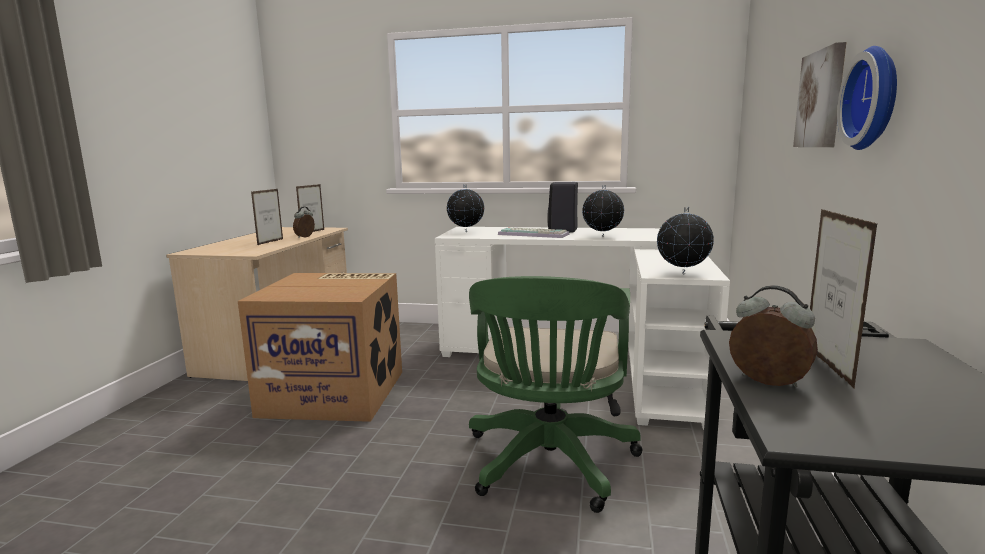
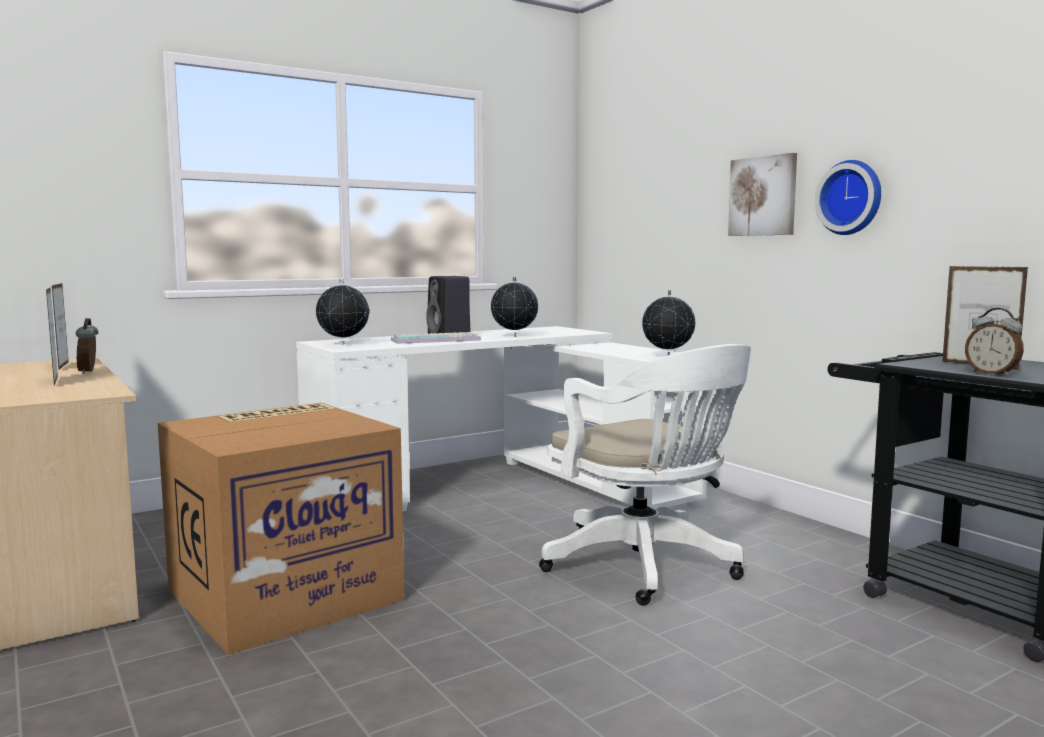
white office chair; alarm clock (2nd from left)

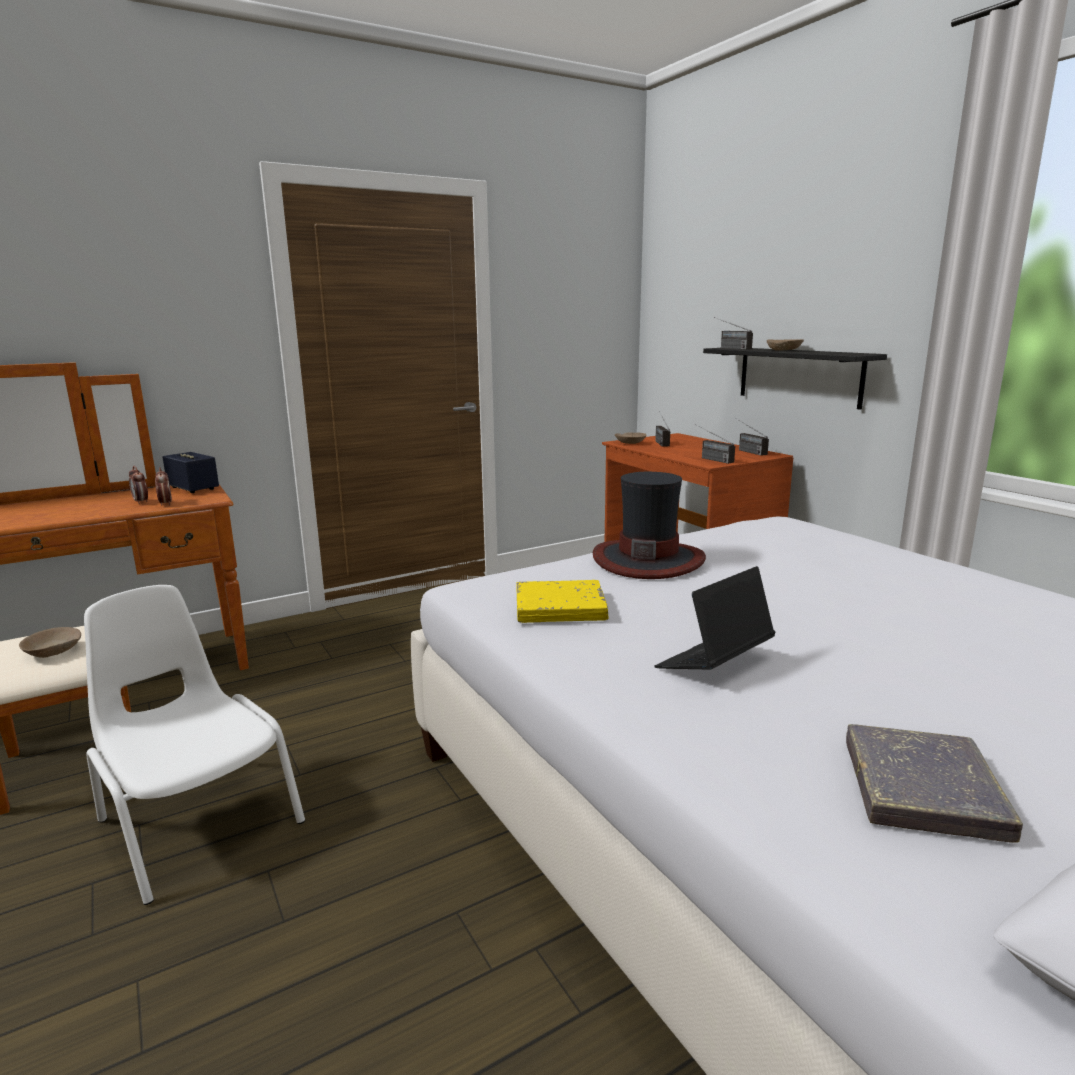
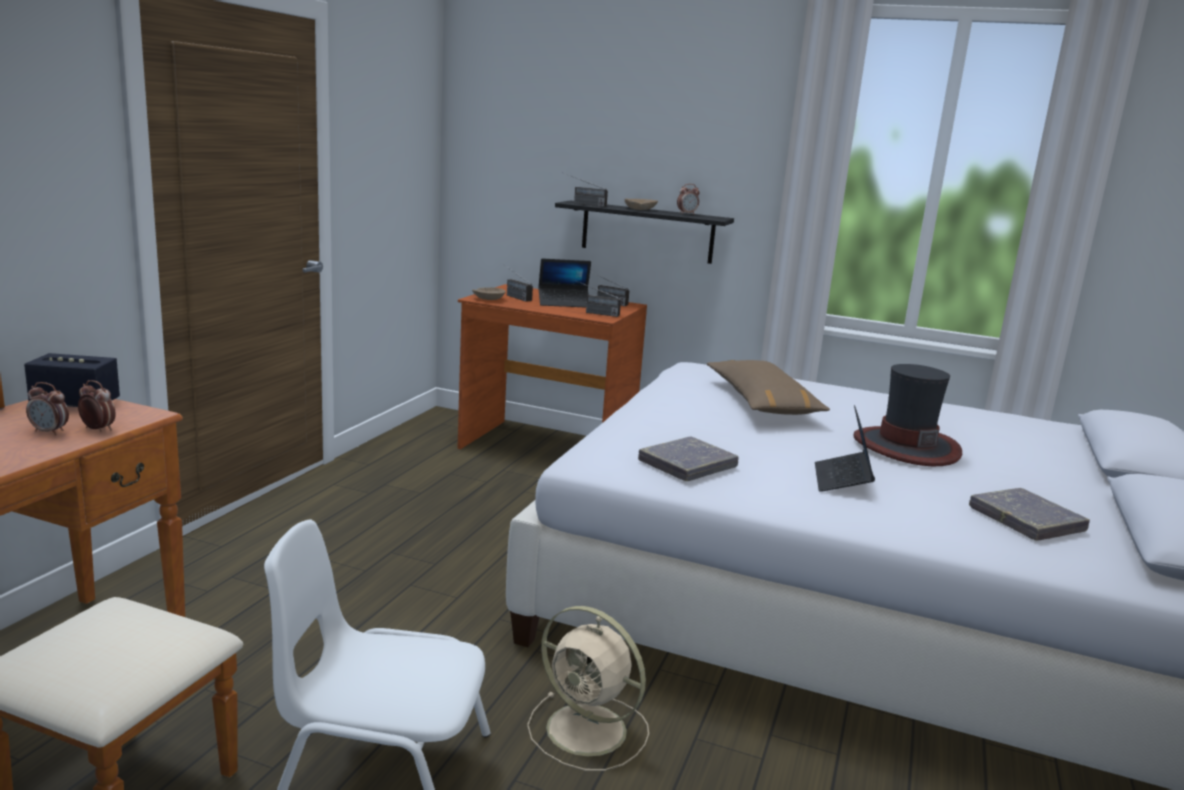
beige bowl (1st from left in the first image); beige fan; laptop (1st from left); alarm clock (3rd from left); brown pillow; hat; grey book (1st from left)

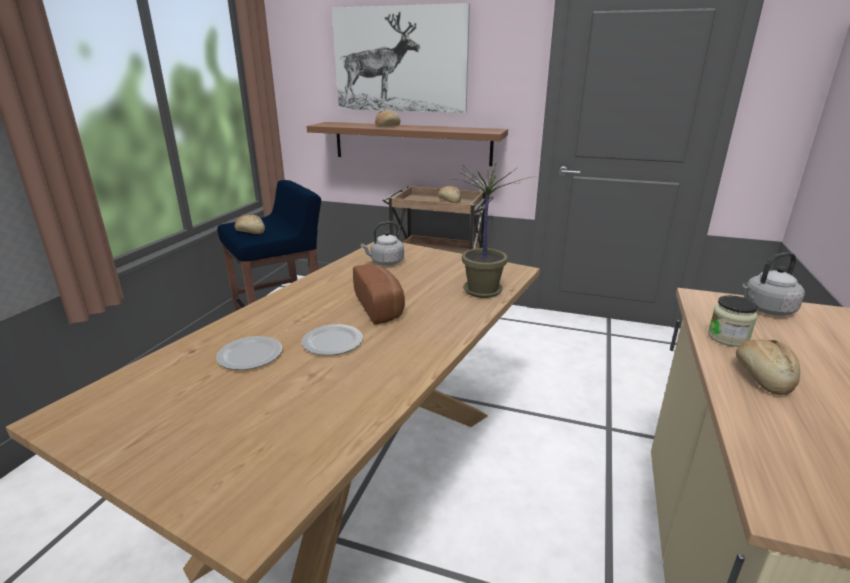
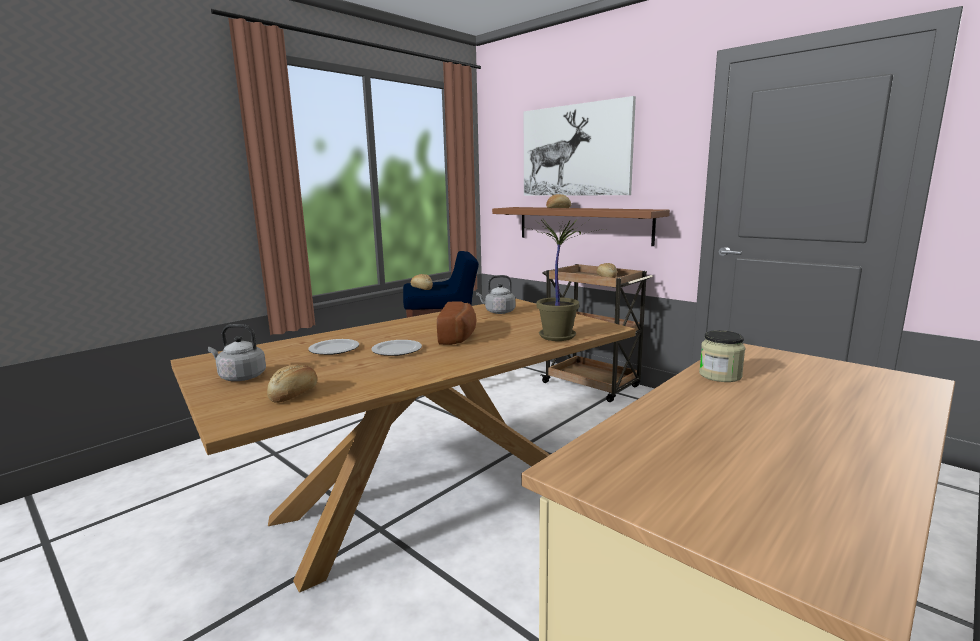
bread (1st from left); grey kettle (1st from left)

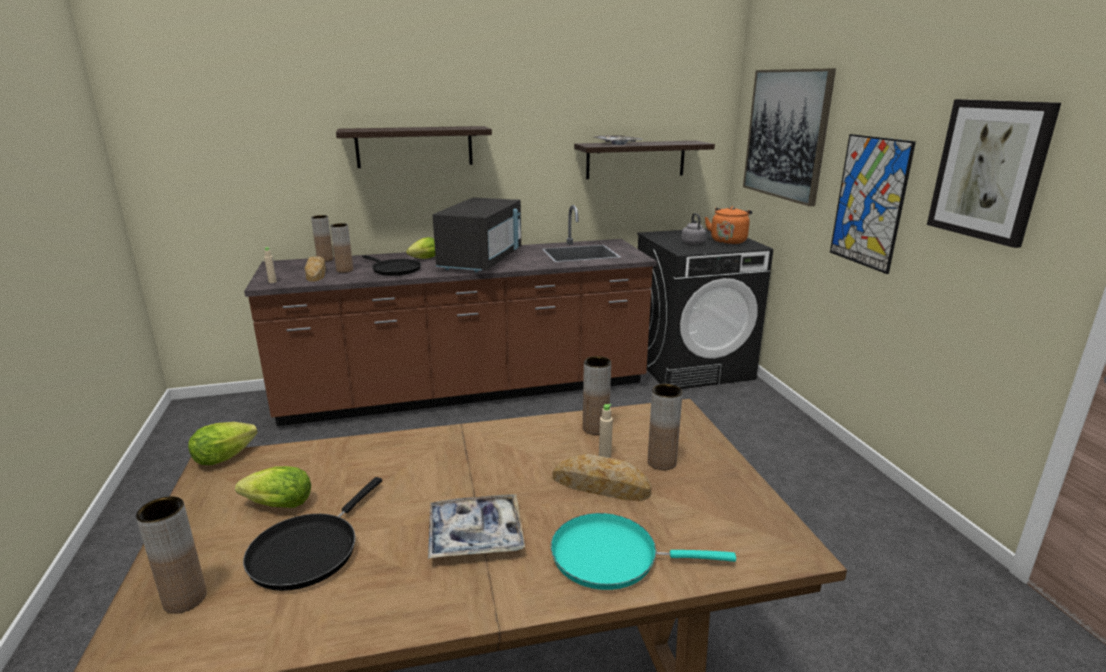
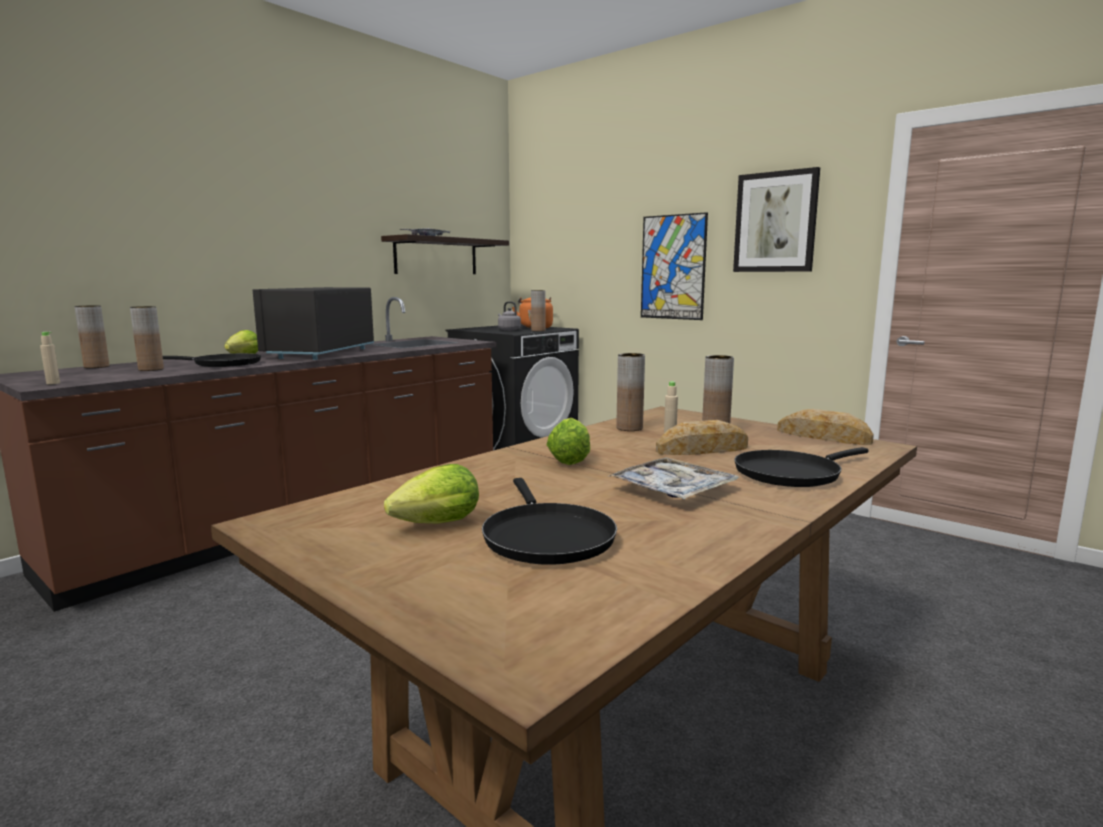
shelf (1st from left in the first image); picture (1st from left in the first image); brown vase (3rd from left); lettuce (3rd from left); bread (2nd from left); black frying pan (3rd from left); black microwave

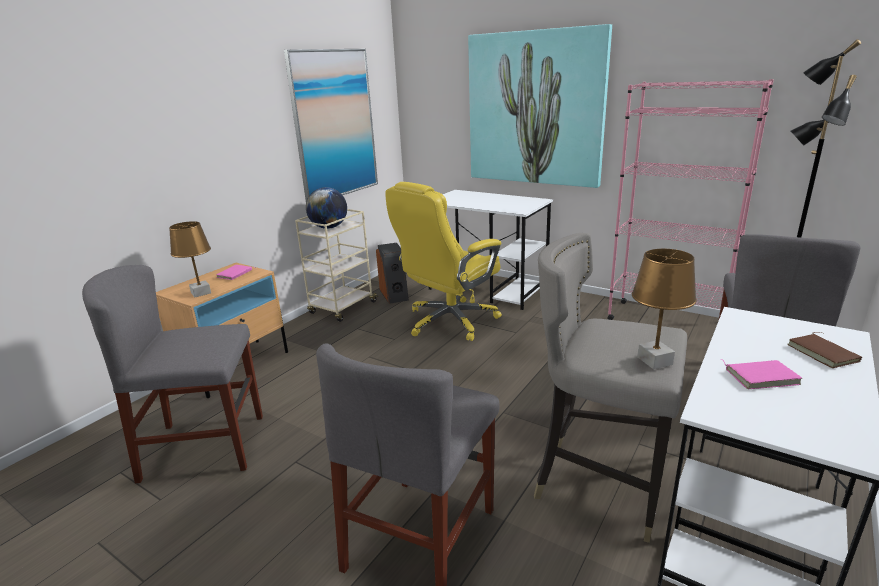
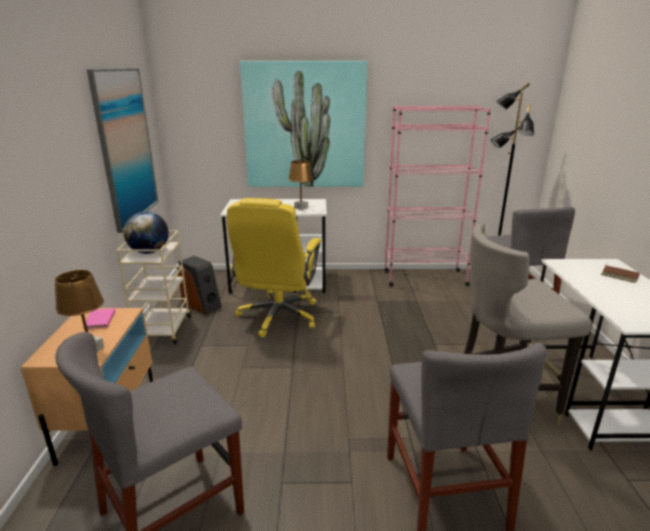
pink book (2nd from left in the first image); brown table lamp (2nd from left)

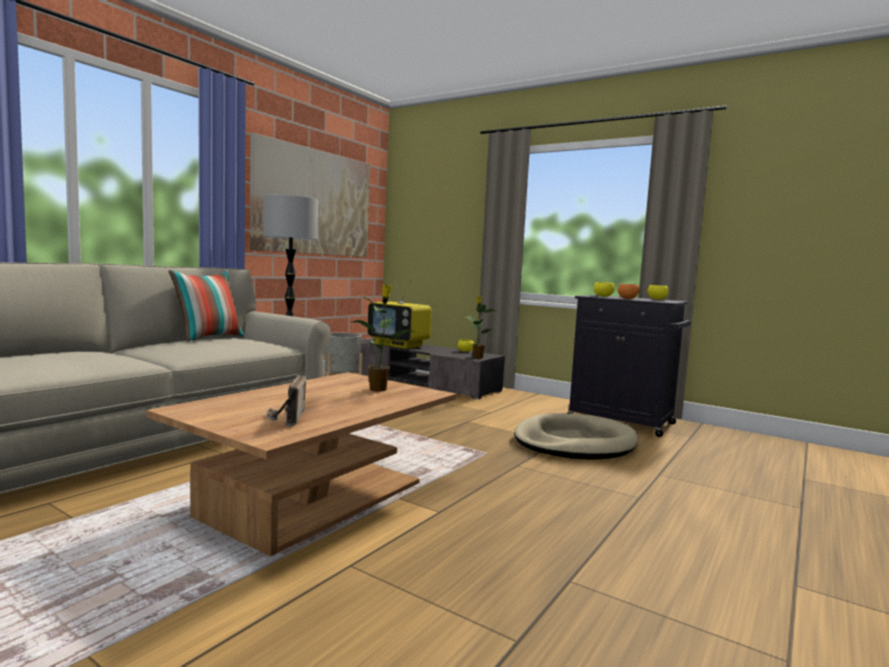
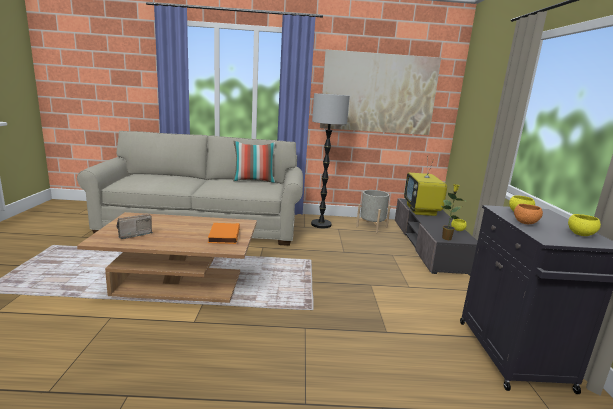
beige dog bed; orange book

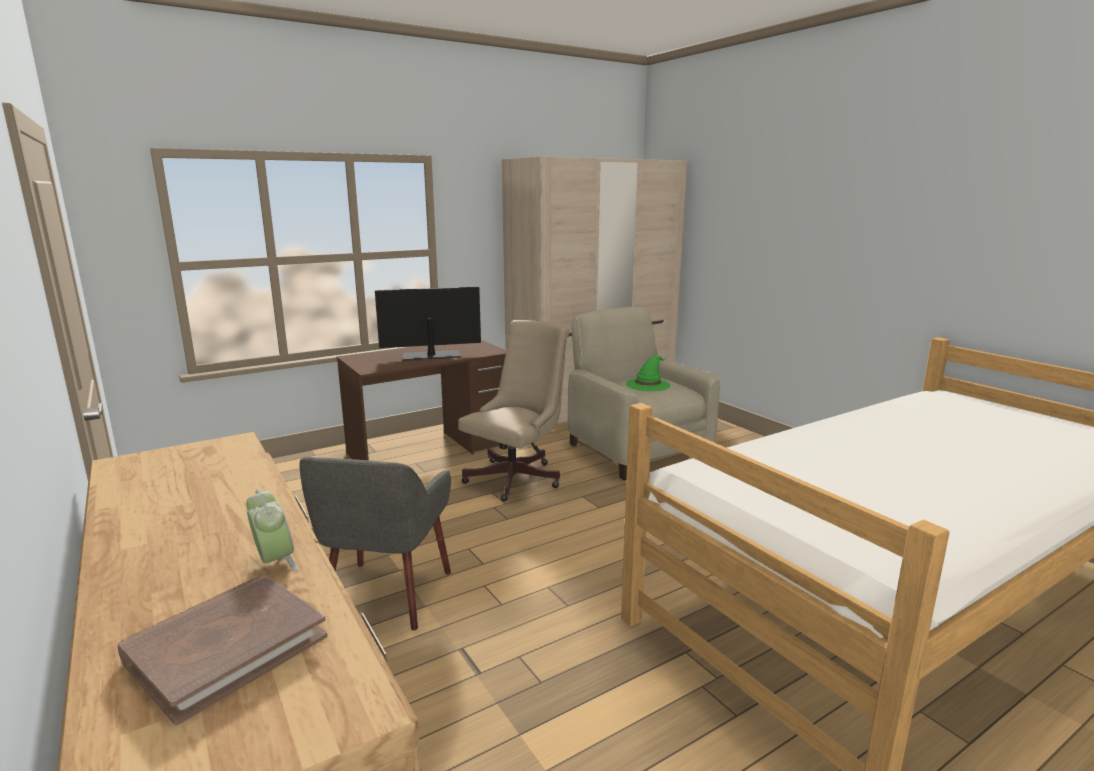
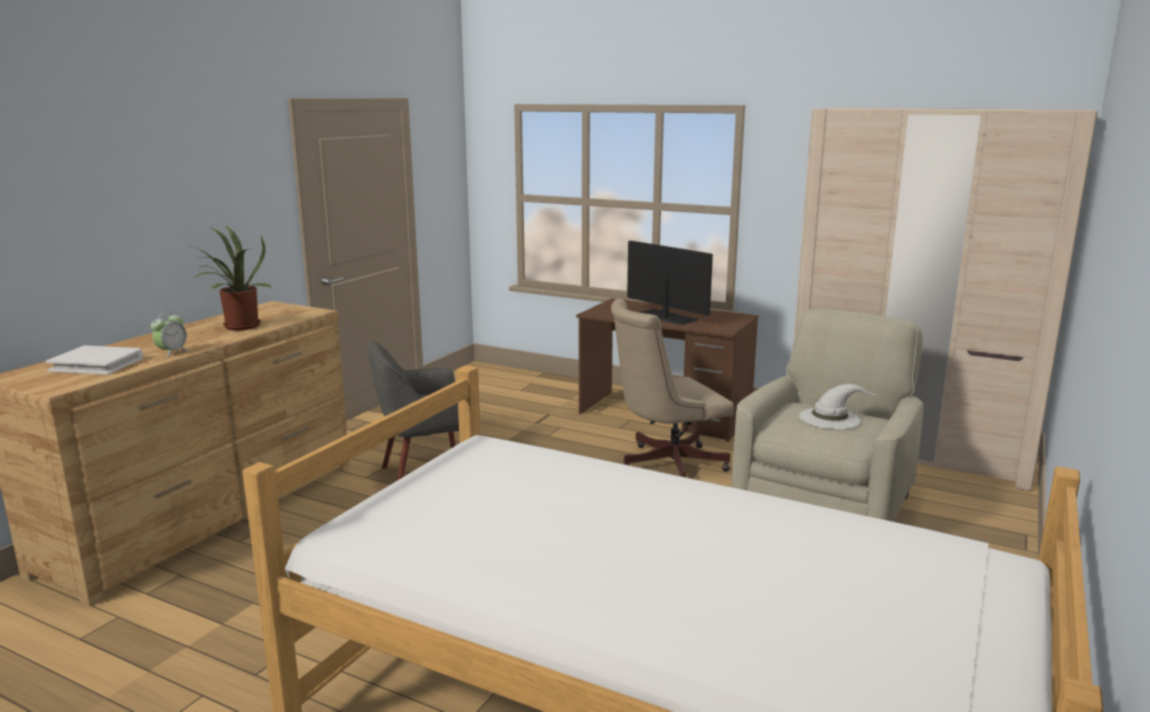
potted plant; white book; white hat; beige office chair

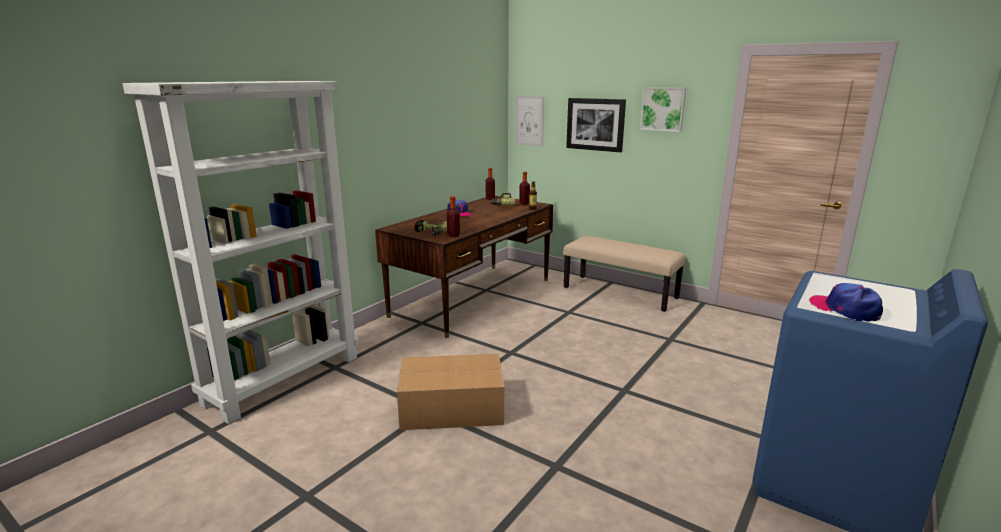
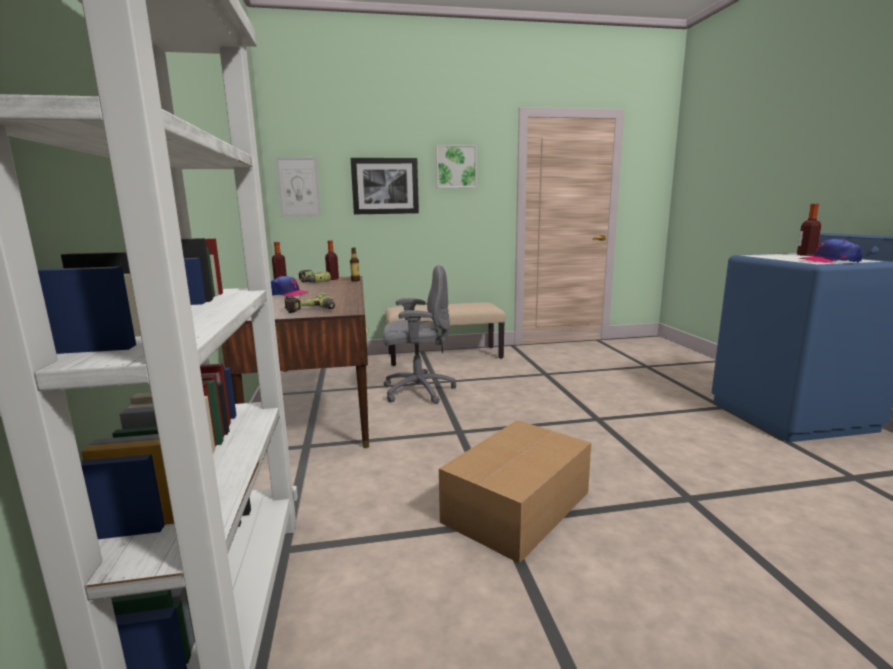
grey office chair; bottle (4th from left)

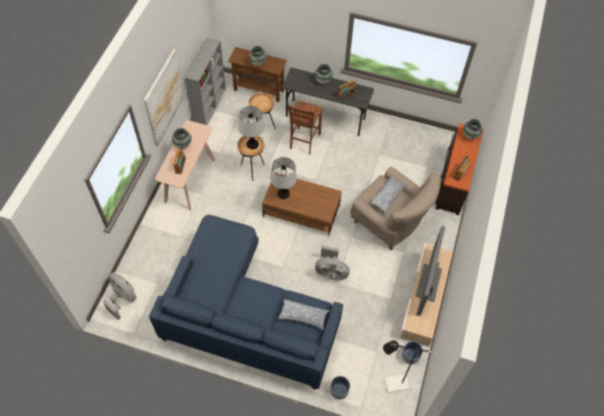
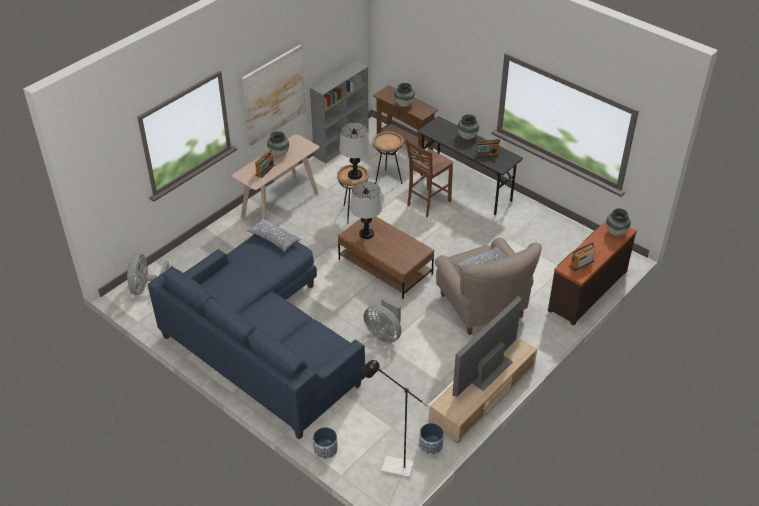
pillow (1st from left); grey fan (1st from left)

